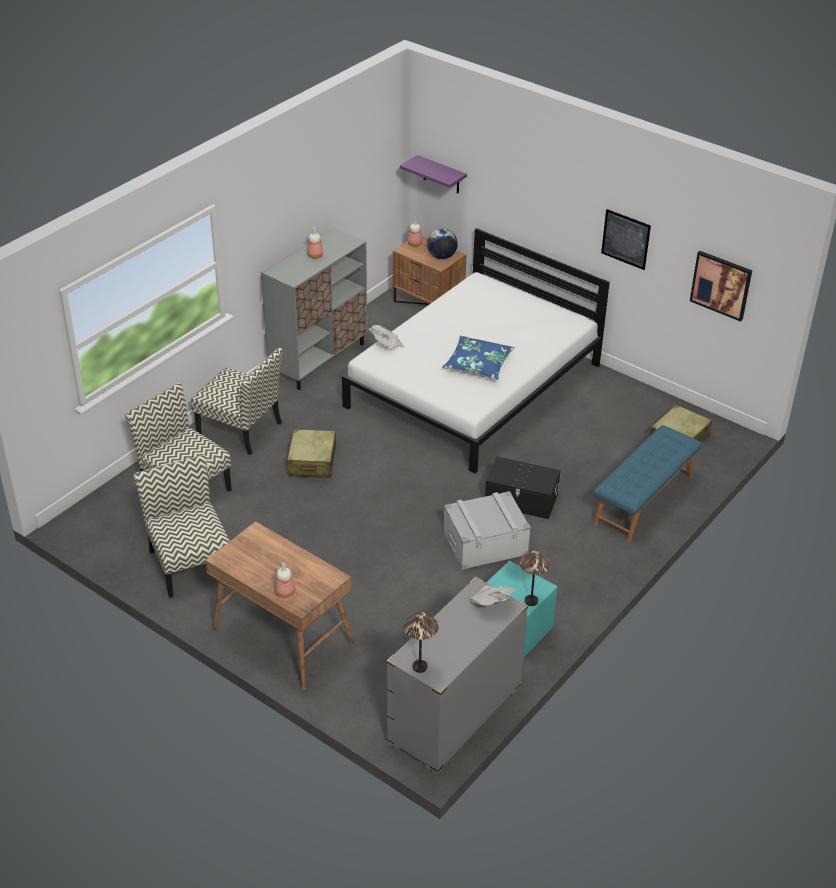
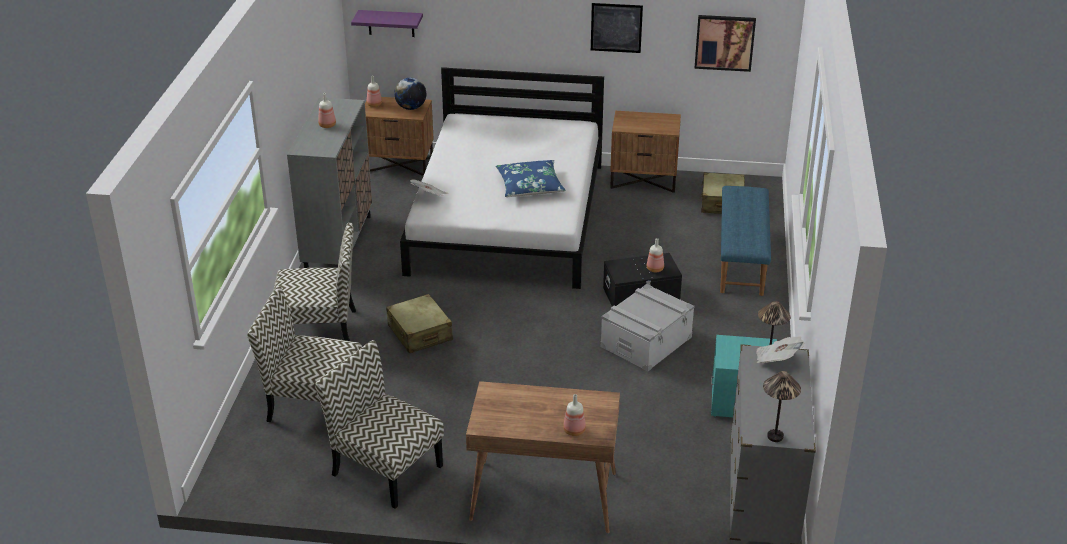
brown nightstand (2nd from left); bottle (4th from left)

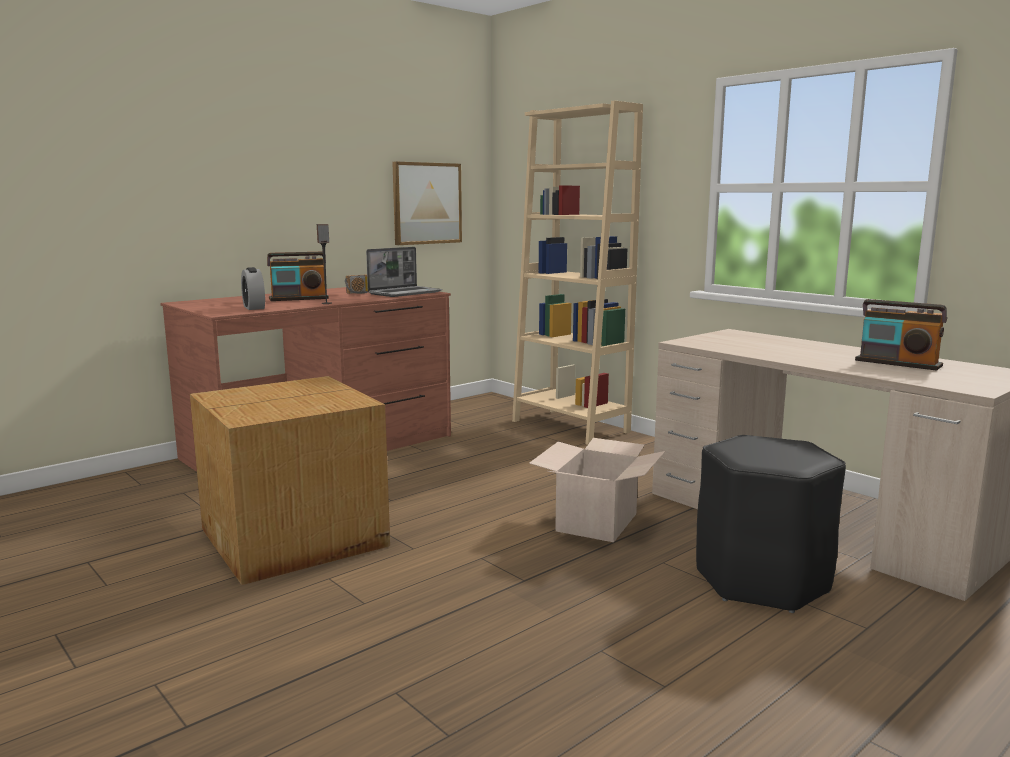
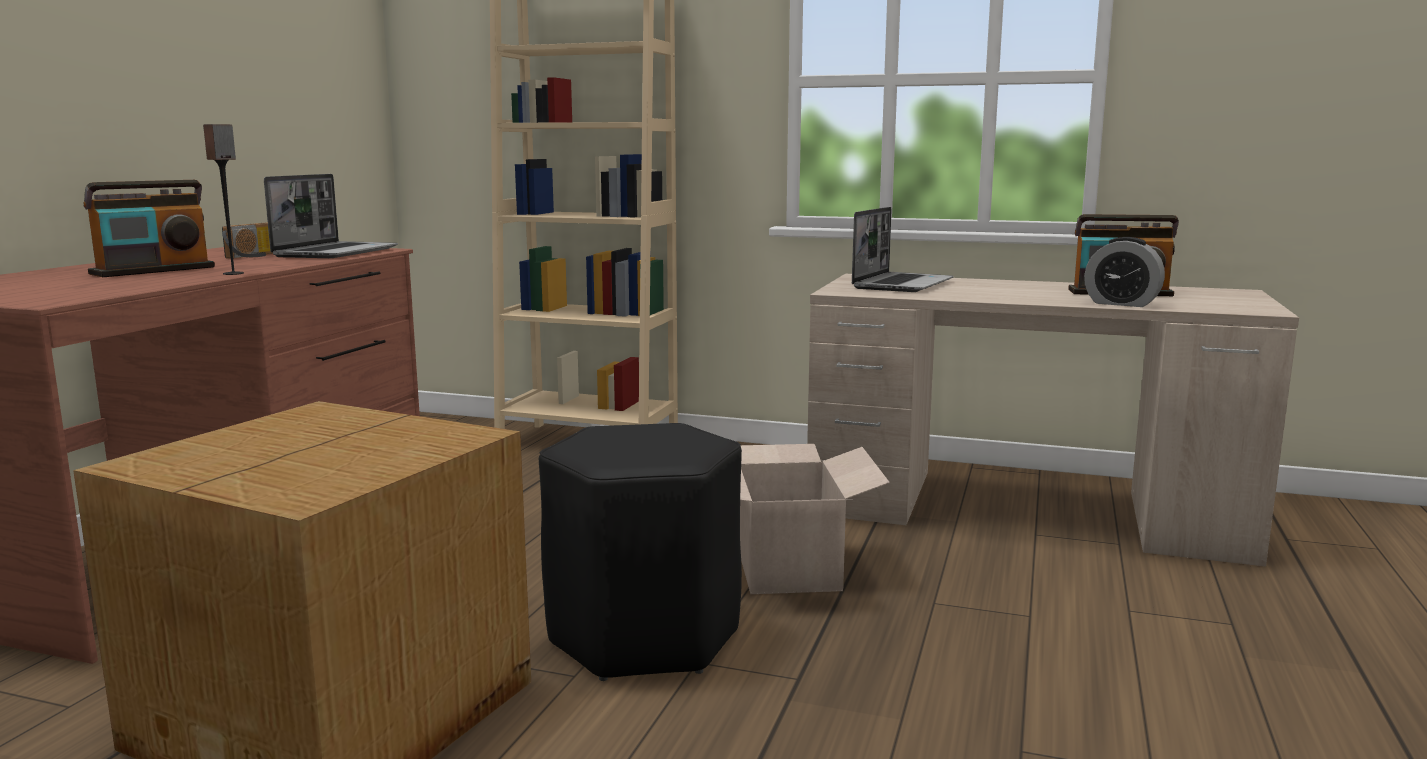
picture; laptop (2nd from left); alarm clock; black stool

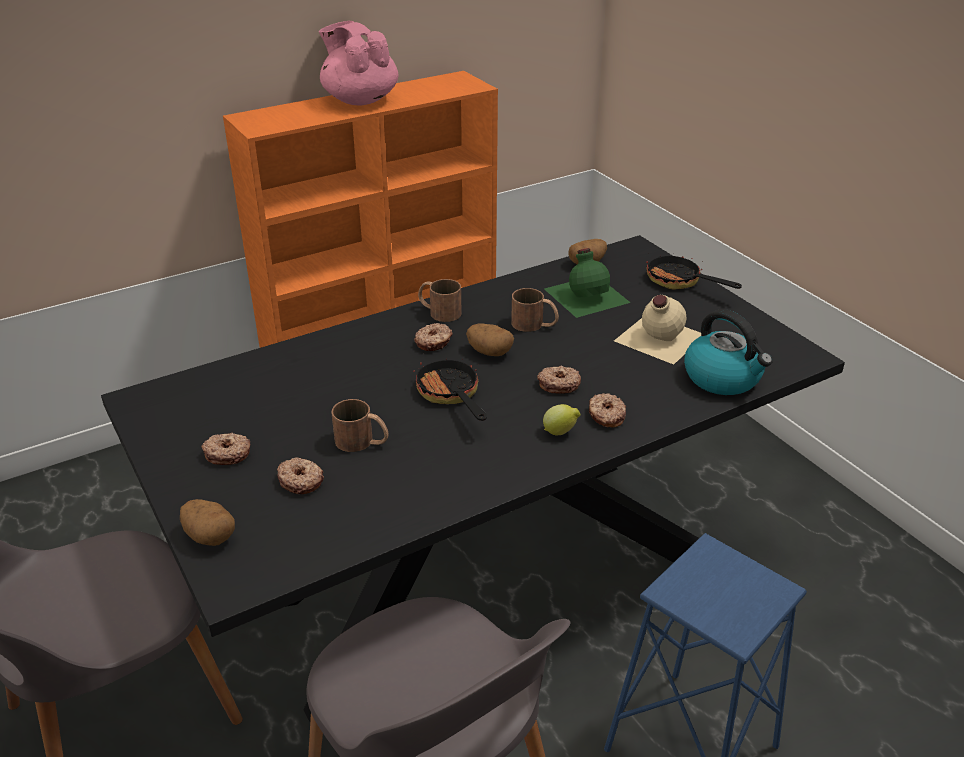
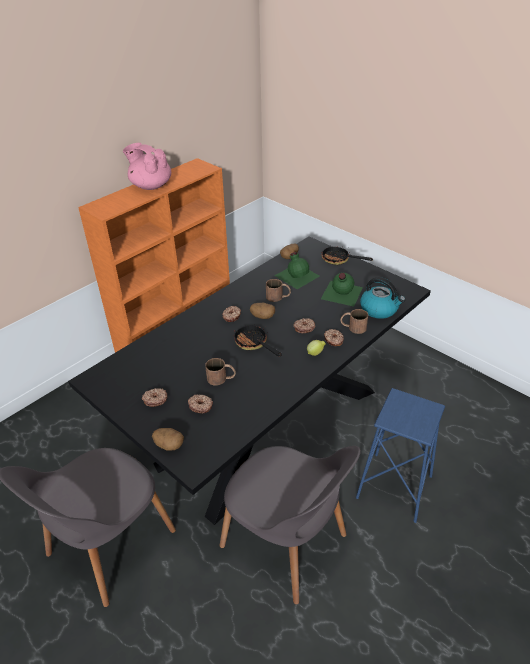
brown mug (3rd from left); green bottle (2nd from left)

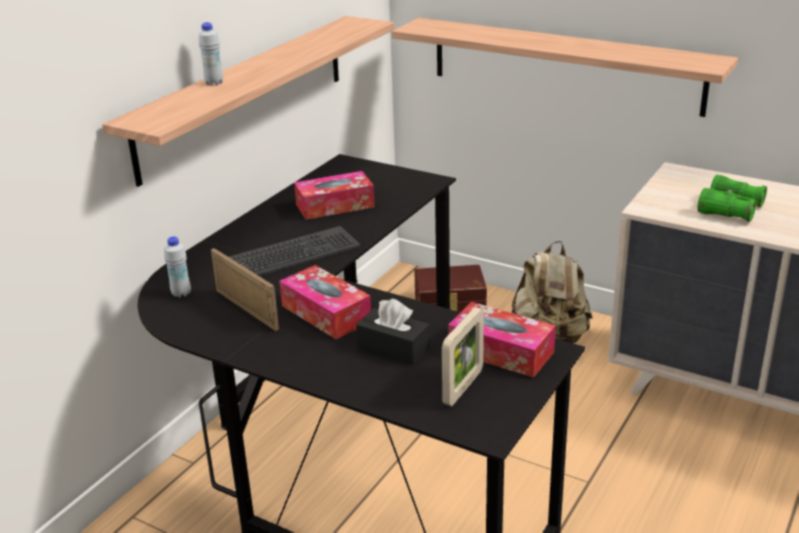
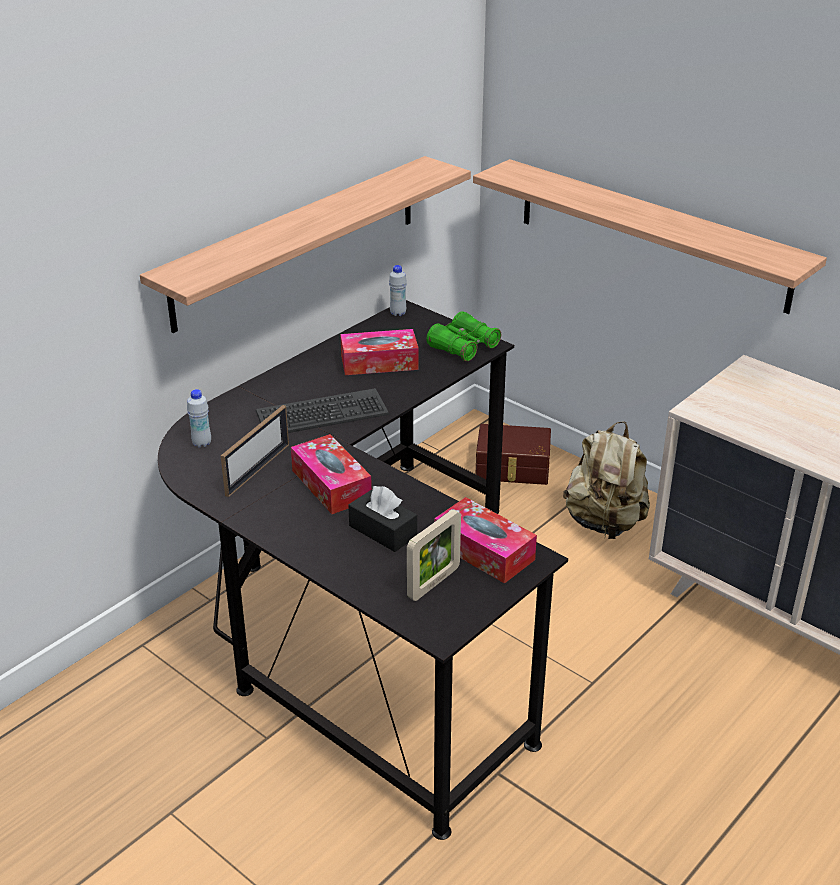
white bottle (2nd from left); green binoculars; picture frame (1st from left)

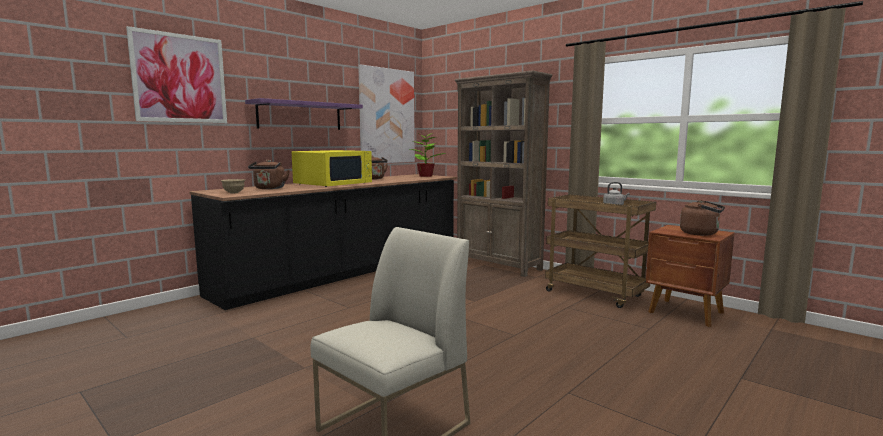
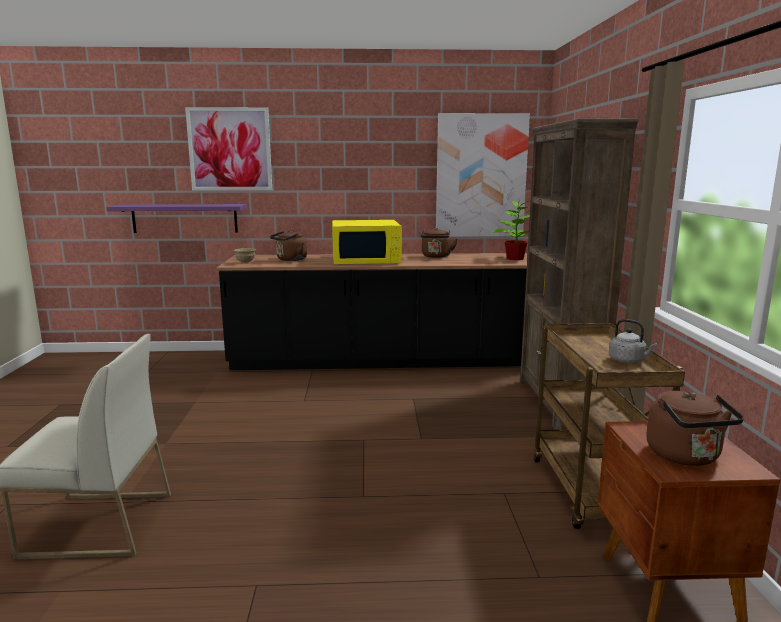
purple shelf

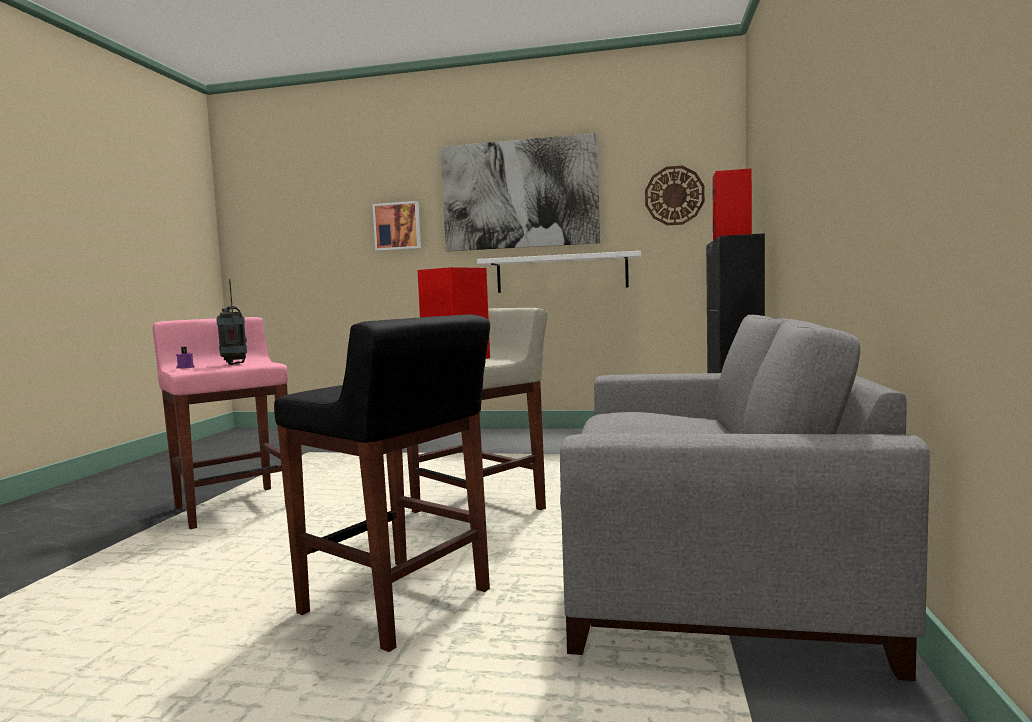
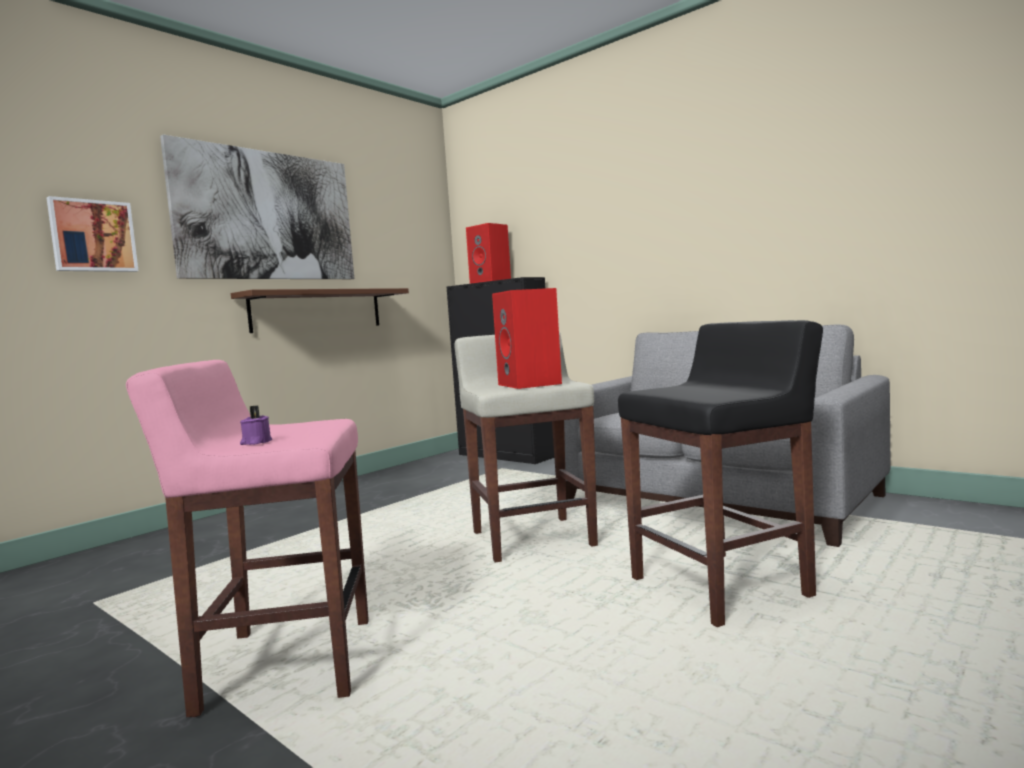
radio; wall clock; brown shelf

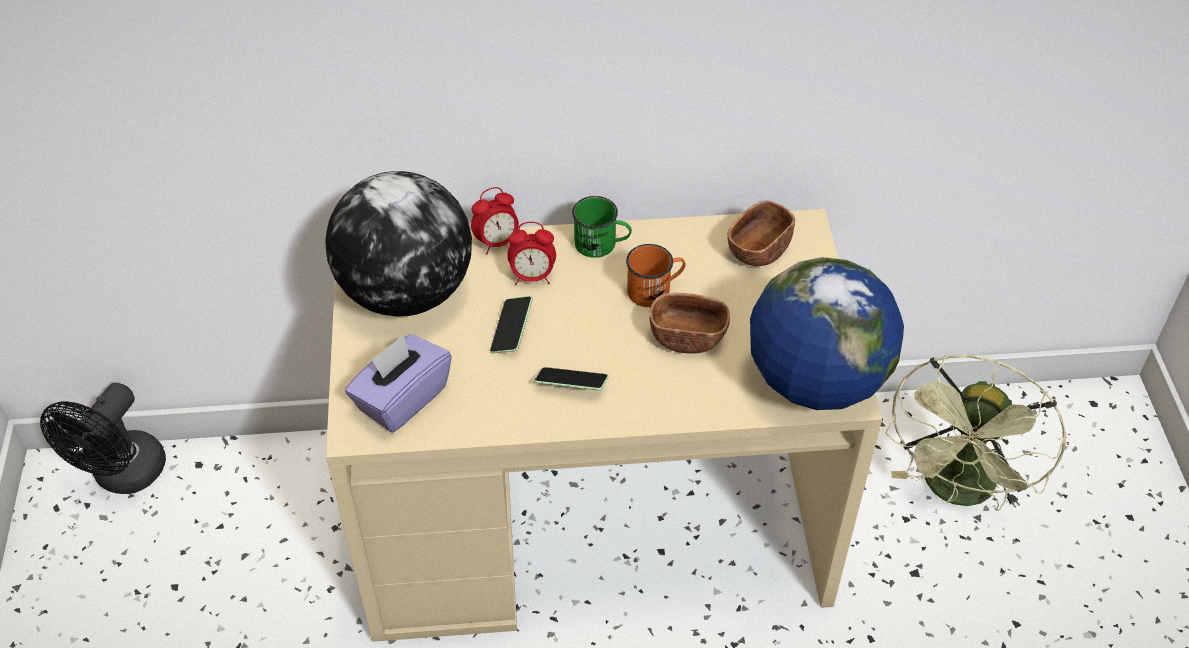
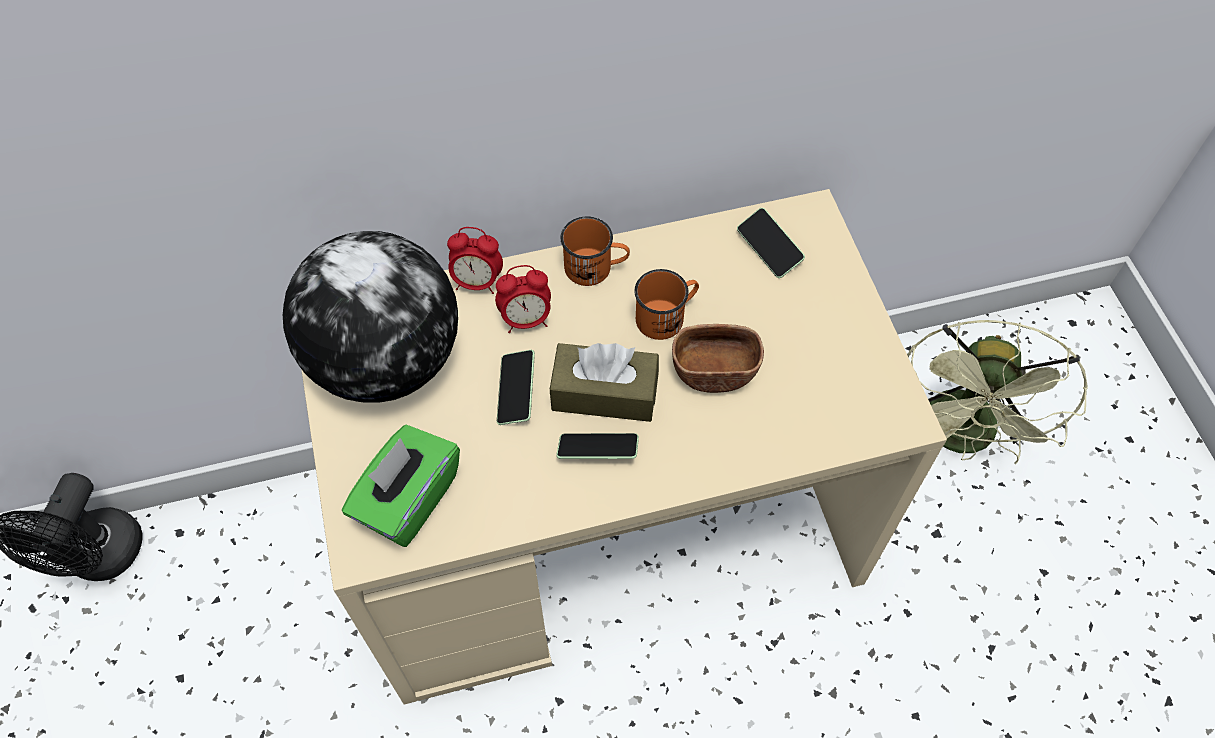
globe (2nd from left in the first image); brown tissue box; phone (3rd from left); green tissue box; orange mug (1st from left); alarm clock (1st from left)

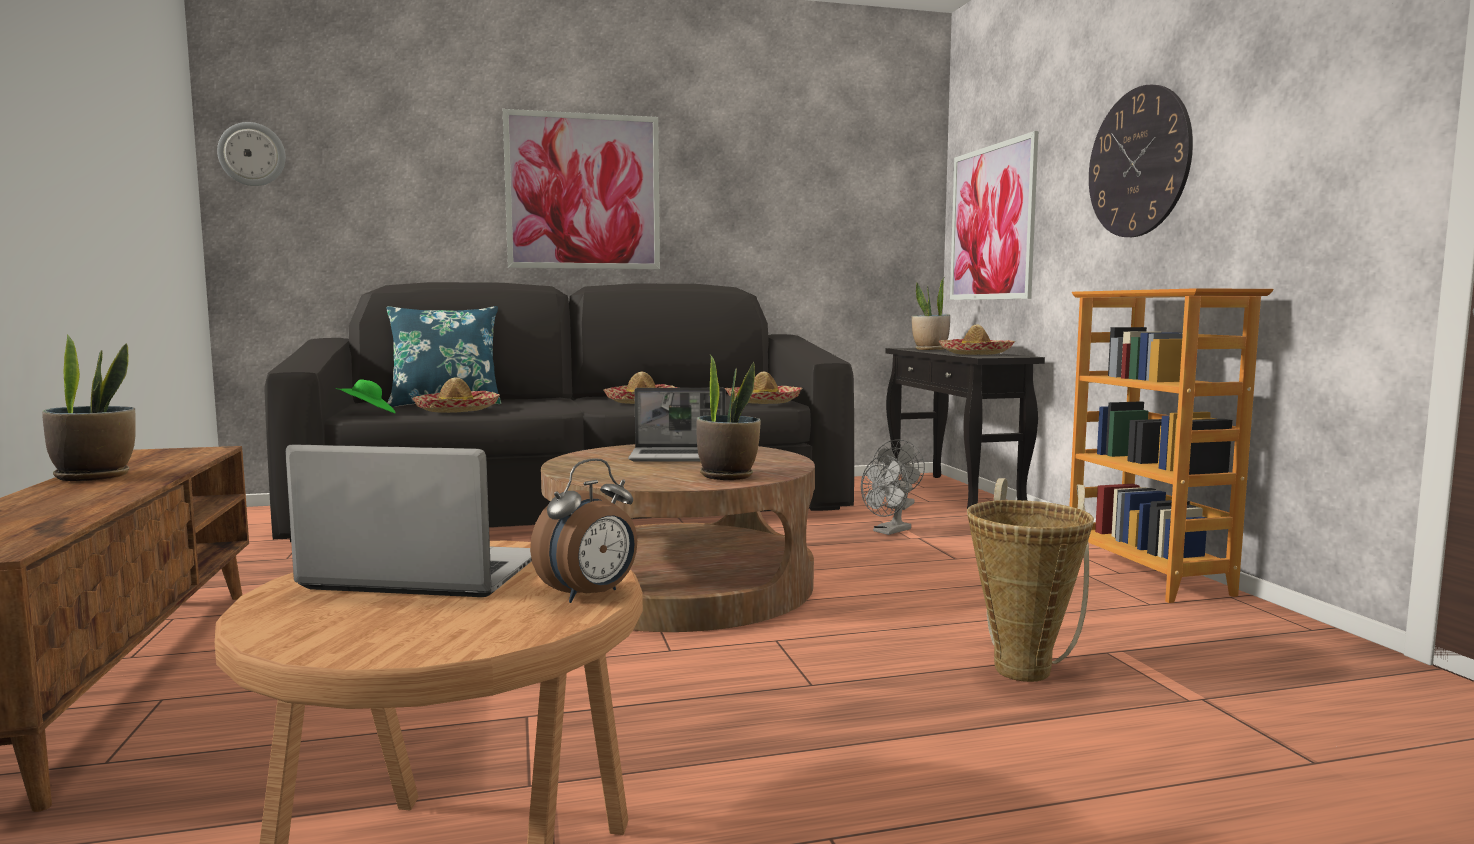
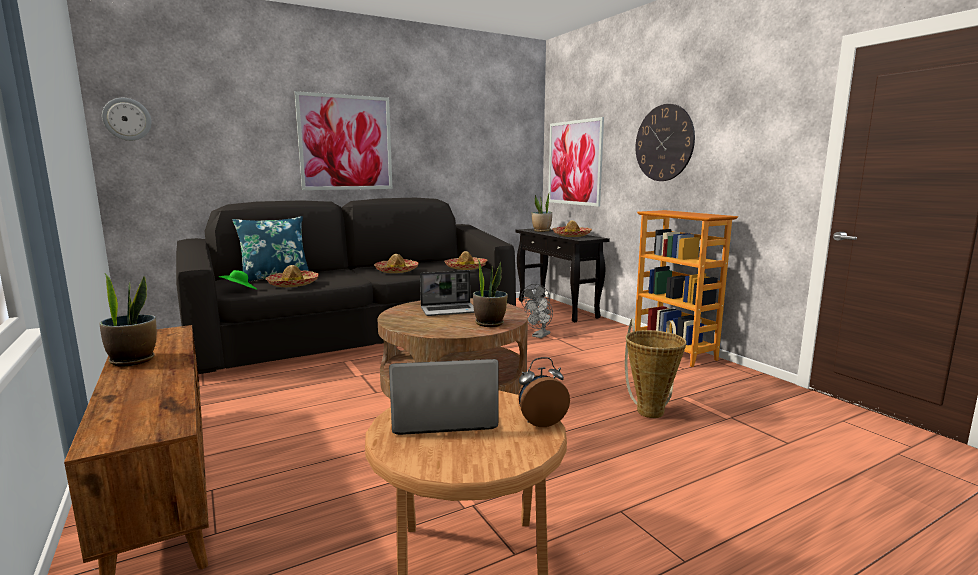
alarm clock

